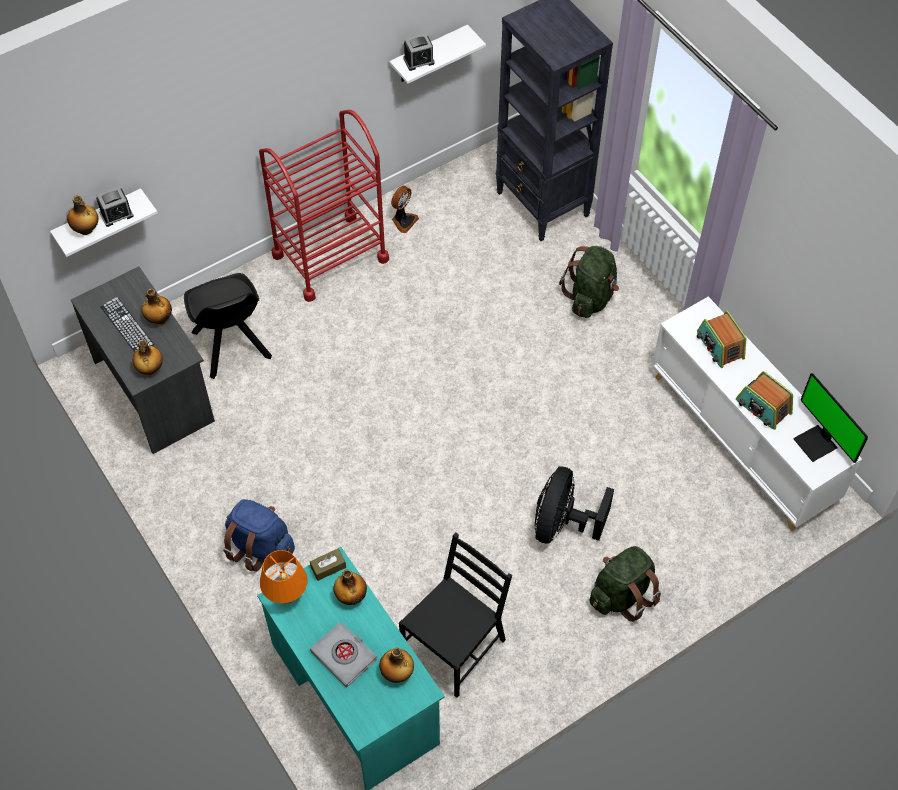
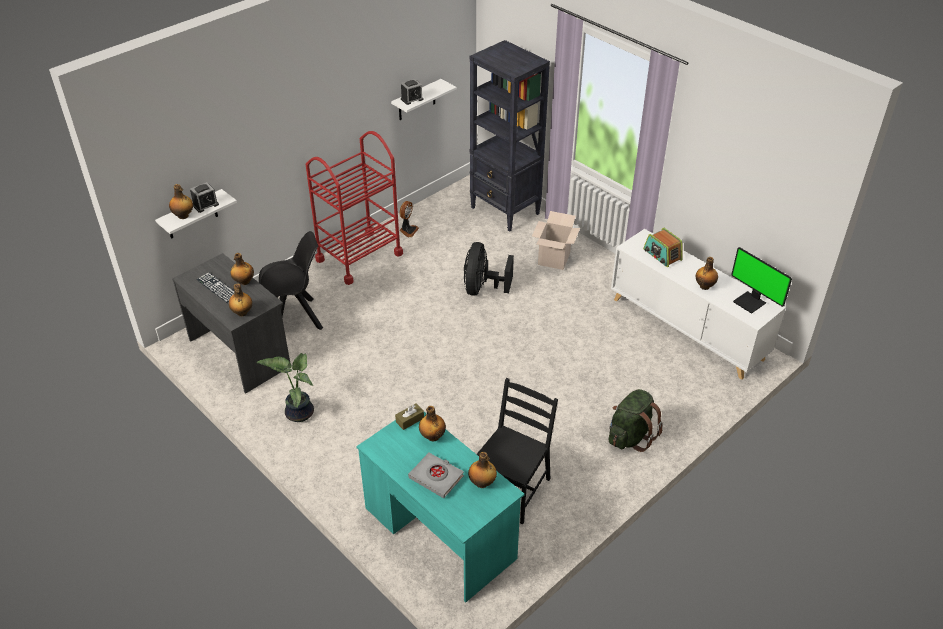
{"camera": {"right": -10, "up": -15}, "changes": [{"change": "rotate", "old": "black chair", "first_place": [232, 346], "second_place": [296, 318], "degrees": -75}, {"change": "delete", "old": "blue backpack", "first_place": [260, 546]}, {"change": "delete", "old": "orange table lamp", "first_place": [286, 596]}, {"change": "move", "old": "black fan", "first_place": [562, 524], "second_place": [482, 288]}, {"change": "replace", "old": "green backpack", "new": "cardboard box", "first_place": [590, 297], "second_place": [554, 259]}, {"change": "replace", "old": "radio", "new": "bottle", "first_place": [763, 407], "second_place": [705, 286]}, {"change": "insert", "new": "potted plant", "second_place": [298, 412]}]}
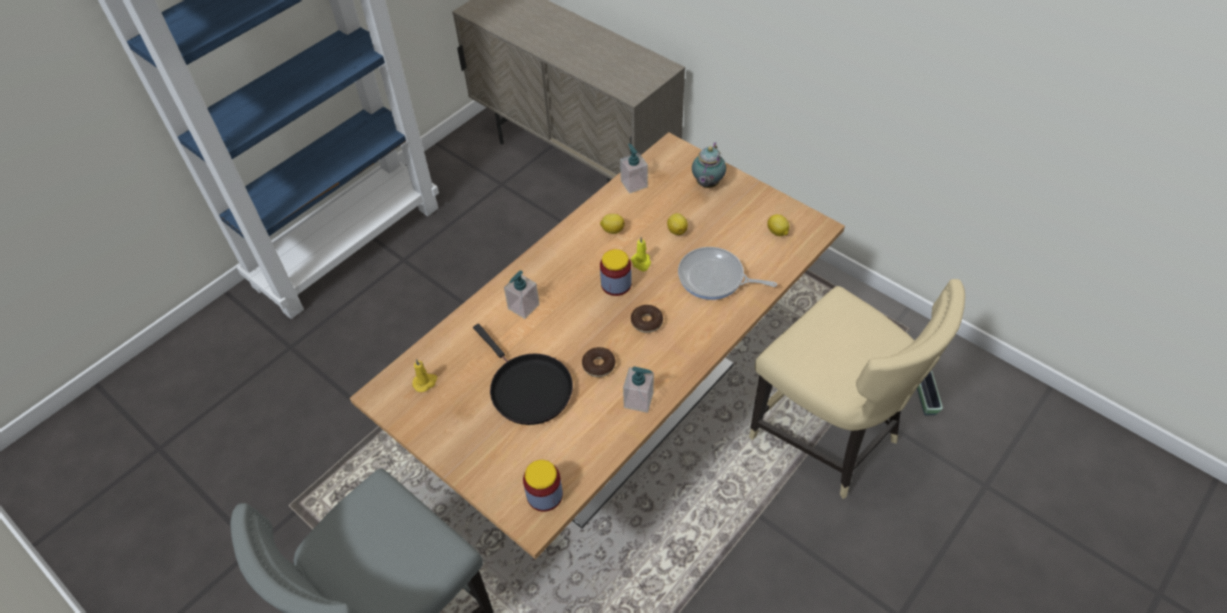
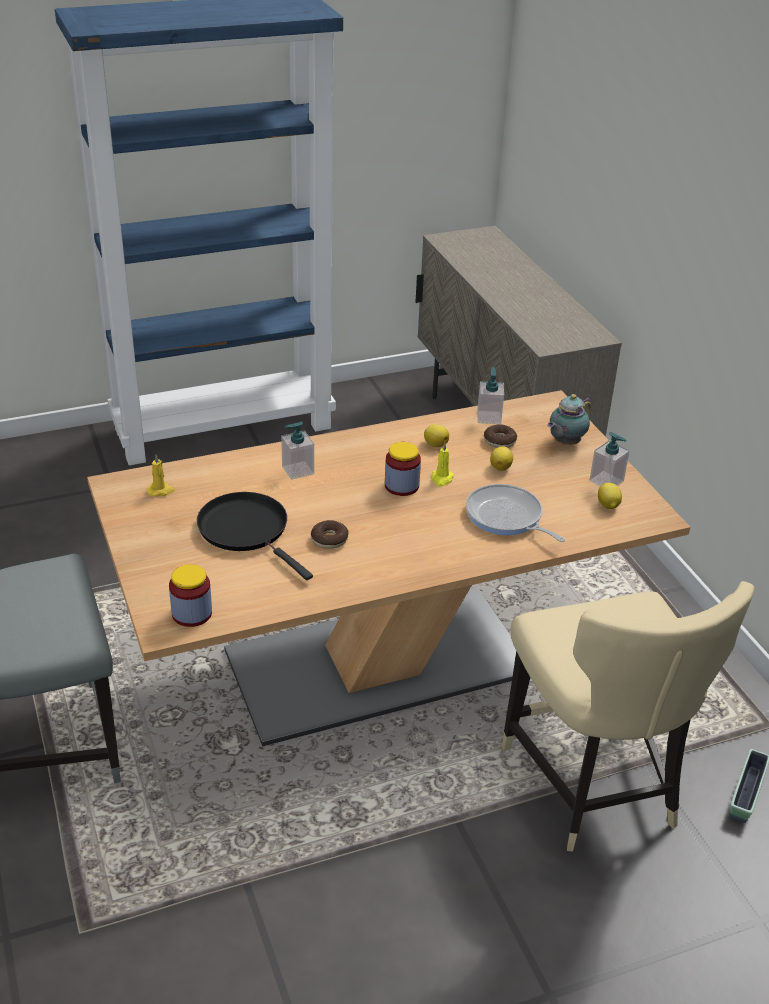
{"camera": {"right": 25, "up": -15}, "changes": [{"change": "rotate", "old": "black frying pan", "first_place": [527, 388], "second_place": [247, 530], "degrees": 150}, {"change": "move", "old": "soap dispenser", "first_place": [638, 400], "second_place": [606, 481]}, {"change": "move", "old": "donut", "first_place": [646, 322], "second_place": [499, 441]}]}
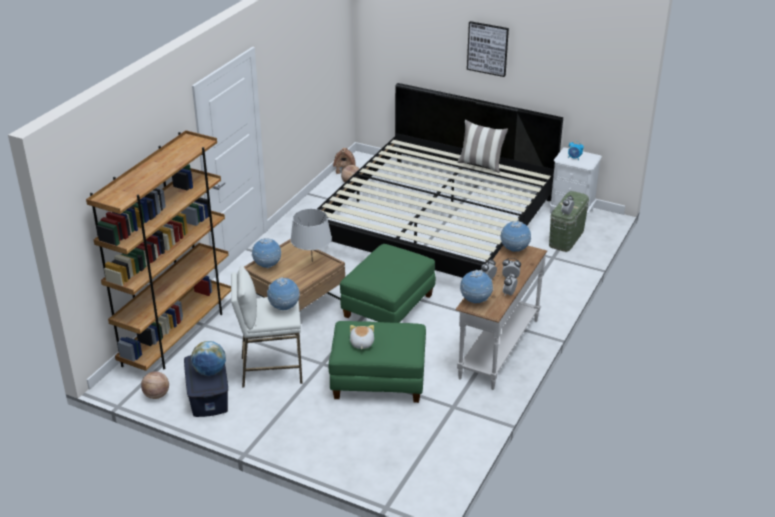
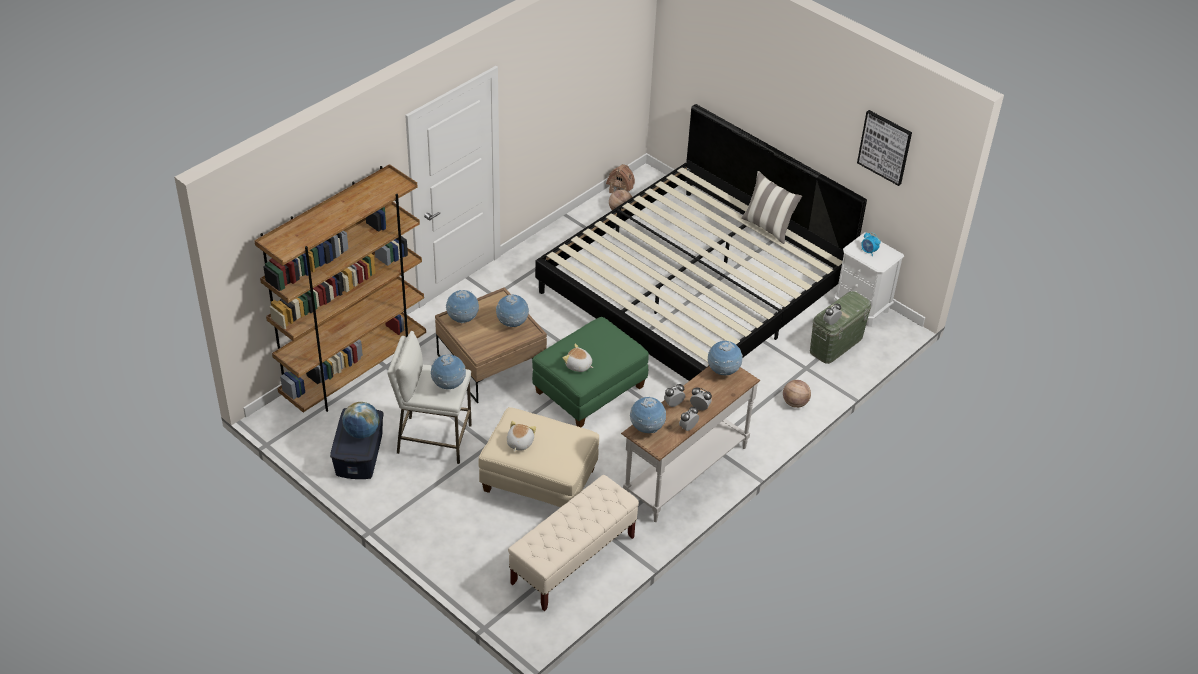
{"camera": {"right": 15, "up": 10}, "changes": [{"change": "move", "old": "basketball", "first_place": [156, 395], "second_place": [795, 403]}, {"change": "replace", "old": "grey table lamp", "new": "globe", "first_place": [312, 261], "second_place": [512, 324]}, {"change": "recolor", "old": "green ottoman", "new": "beige ottoman", "first_place": [378, 381], "second_place": [538, 481]}, {"change": "move", "old": "picture", "first_place": [488, 48], "second_place": [885, 147]}, {"change": "insert", "new": "beige bench", "second_place": [573, 560]}, {"change": "insert", "new": "plush toy", "second_place": [578, 366]}]}
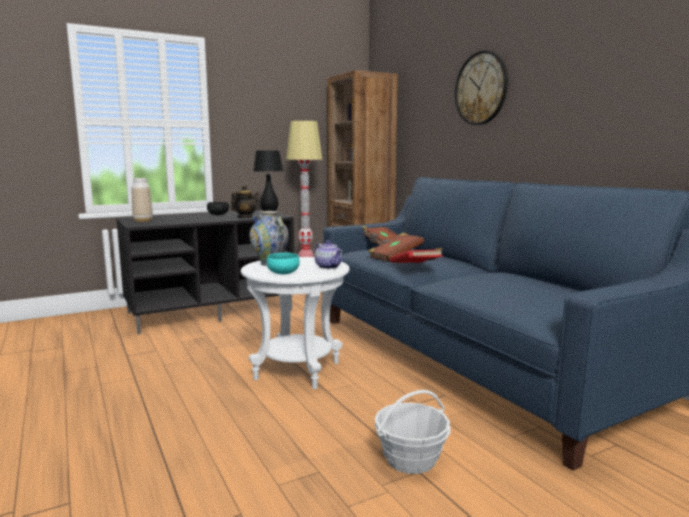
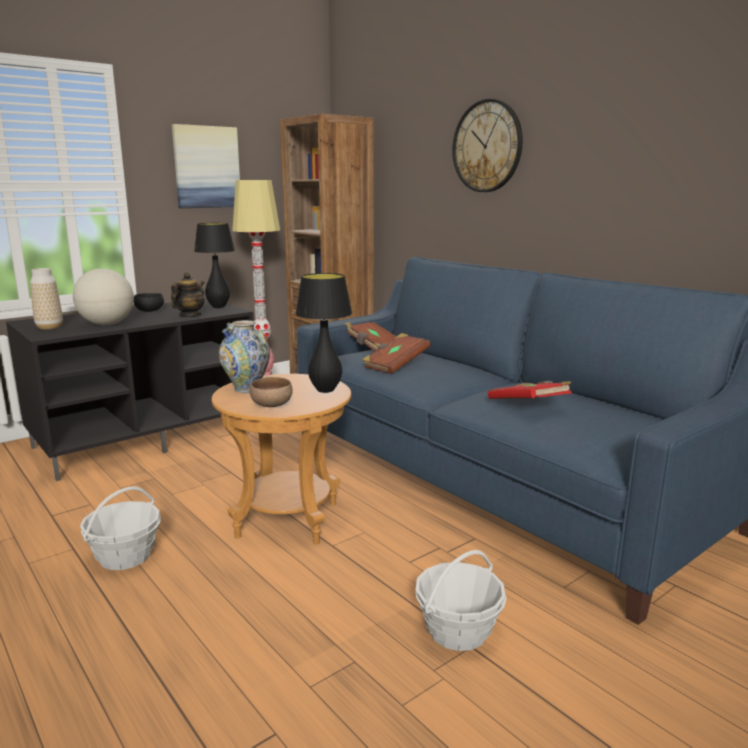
{"camera": {"right": -10, "up": 5}, "changes": [{"change": "recolor", "old": "white side table", "new": "brown side table", "first_place": [297, 370], "second_place": [287, 519]}, {"change": "recolor", "old": "turquoise bowl", "new": "brown bowl", "first_place": [283, 274], "second_place": [272, 406]}, {"change": "replace", "old": "teapot", "new": "black table lamp", "first_place": [329, 267], "second_place": [325, 390]}, {"change": "move", "old": "red book", "first_place": [416, 267], "second_place": [528, 406]}, {"change": "insert", "new": "globe", "second_place": [107, 324]}, {"change": "insert", "new": "basket", "second_place": [125, 556]}, {"change": "insert", "new": "picture", "second_place": [206, 167]}]}
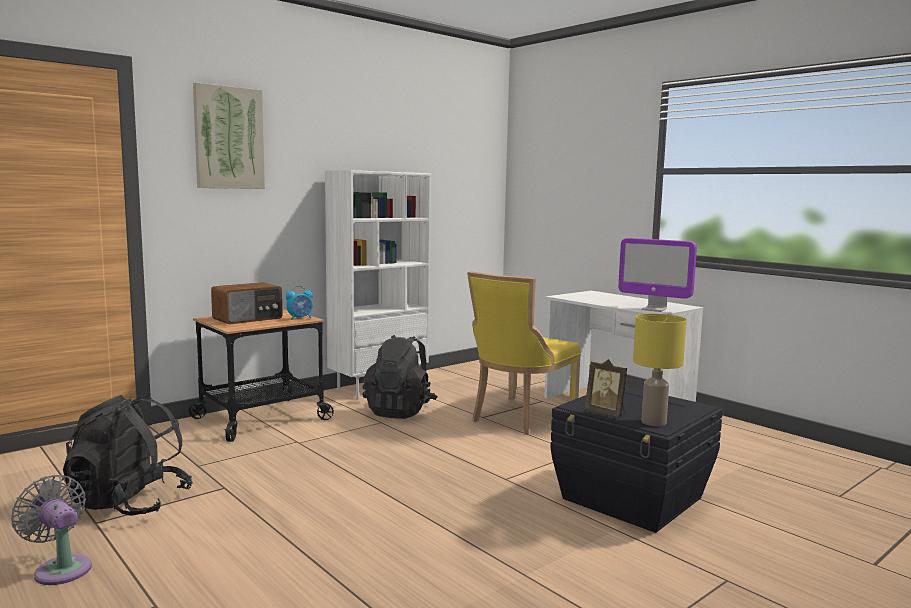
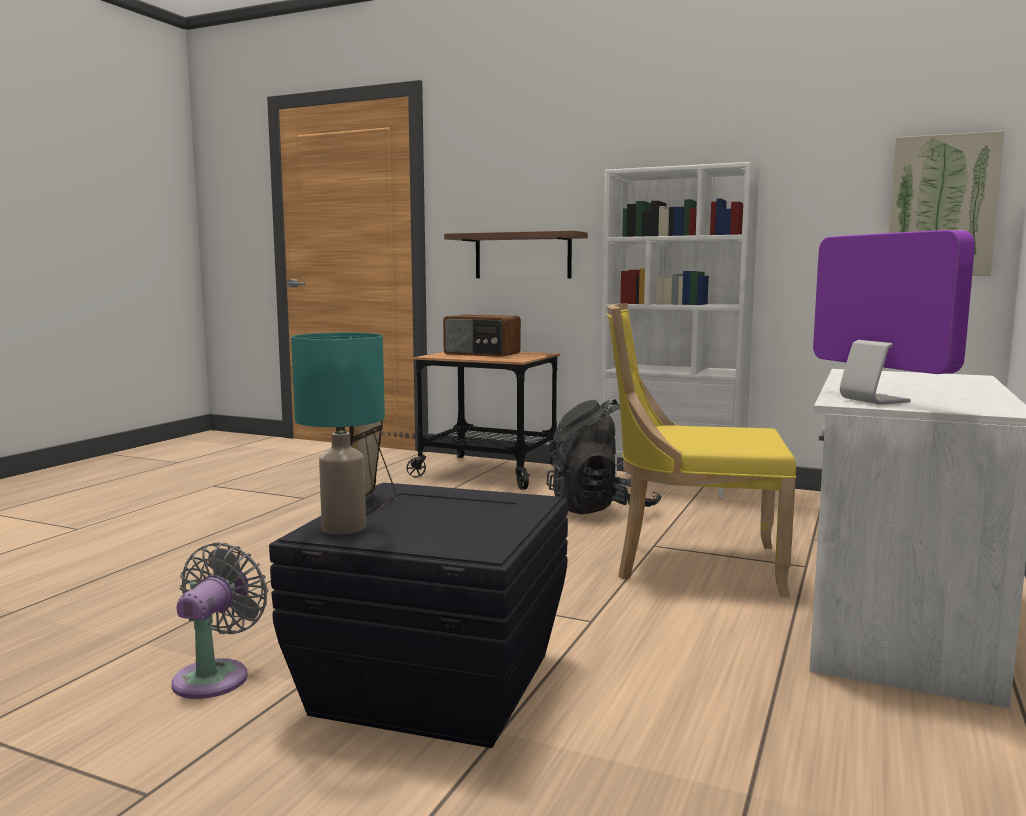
{"camera": {"right": 65, "up": 0}, "changes": [{"change": "move", "old": "grey fan", "first_place": [61, 568], "second_place": [215, 676]}, {"change": "delete", "old": "black backpack", "first_place": [129, 503]}, {"change": "move", "old": "picture", "first_place": [229, 138], "second_place": [942, 206]}, {"change": "delete", "old": "alarm clock", "first_place": [300, 318]}, {"change": "rotate", "old": "monitor", "first_place": [654, 309], "second_place": [874, 400], "degrees": 150}, {"change": "recolor", "old": "yellow table lamp", "new": "turquoise table lamp", "first_place": [654, 422], "second_place": [342, 528]}, {"change": "insert", "new": "shelf", "second_place": [522, 256]}]}
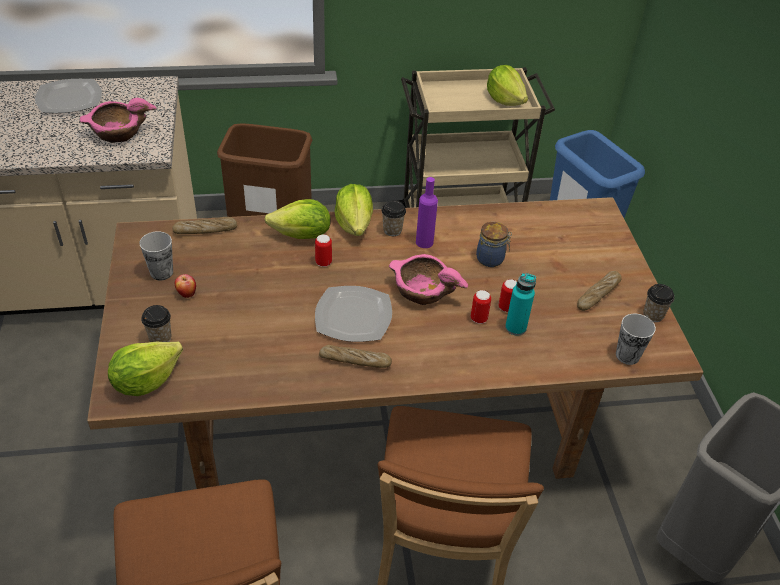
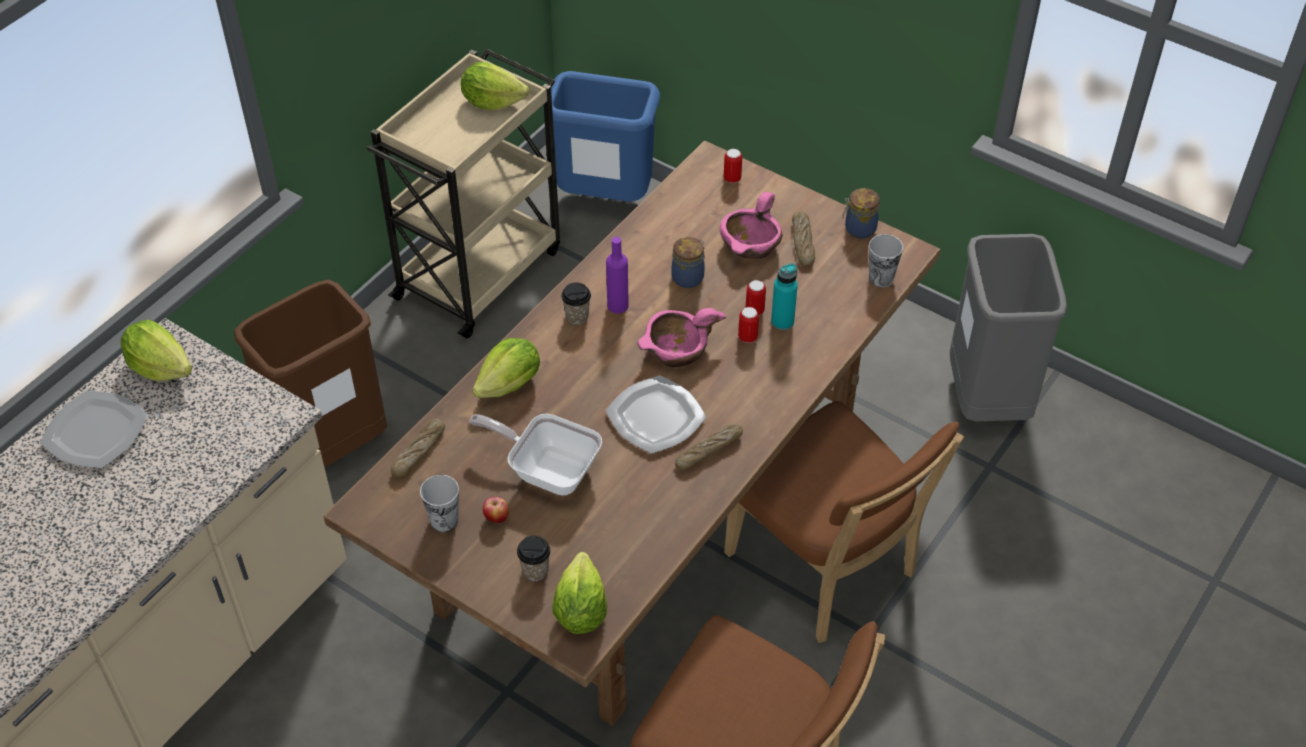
{"camera": {"right": -45, "up": 5}, "changes": [{"change": "move", "old": "pink bowl", "first_place": [118, 133], "second_place": [751, 245]}, {"change": "move", "old": "can", "first_place": [323, 262], "second_place": [732, 178]}, {"change": "move", "old": "lettuce", "first_place": [354, 224], "second_place": [160, 367]}, {"change": "replace", "old": "cup", "new": "jar", "first_place": [653, 315], "second_place": [858, 229]}, {"change": "insert", "new": "frying pan", "second_place": [547, 469]}]}
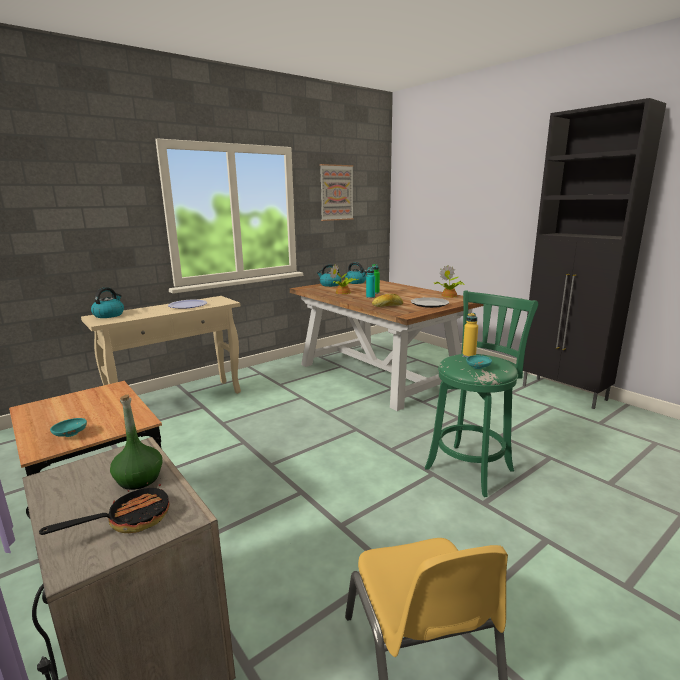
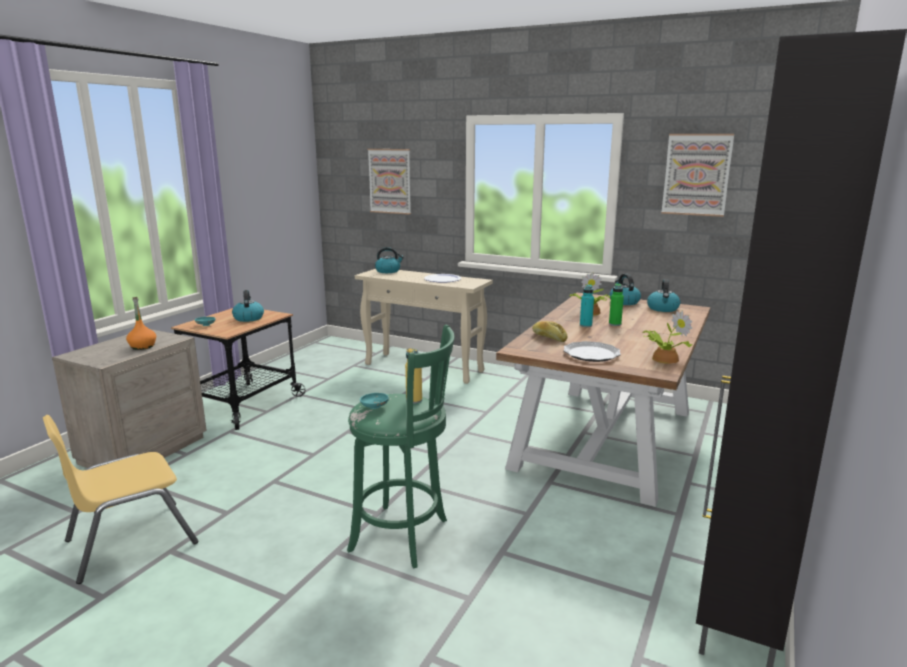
{"camera": {"right": 65, "up": 0}, "changes": [{"change": "delete", "old": "frying pan", "first_place": [129, 520]}, {"change": "recolor", "old": "green bottle", "new": "orange bottle", "first_place": [139, 479], "second_place": [142, 346]}, {"change": "insert", "new": "kettle", "second_place": [248, 318]}, {"change": "insert", "new": "picture", "second_place": [390, 181]}]}
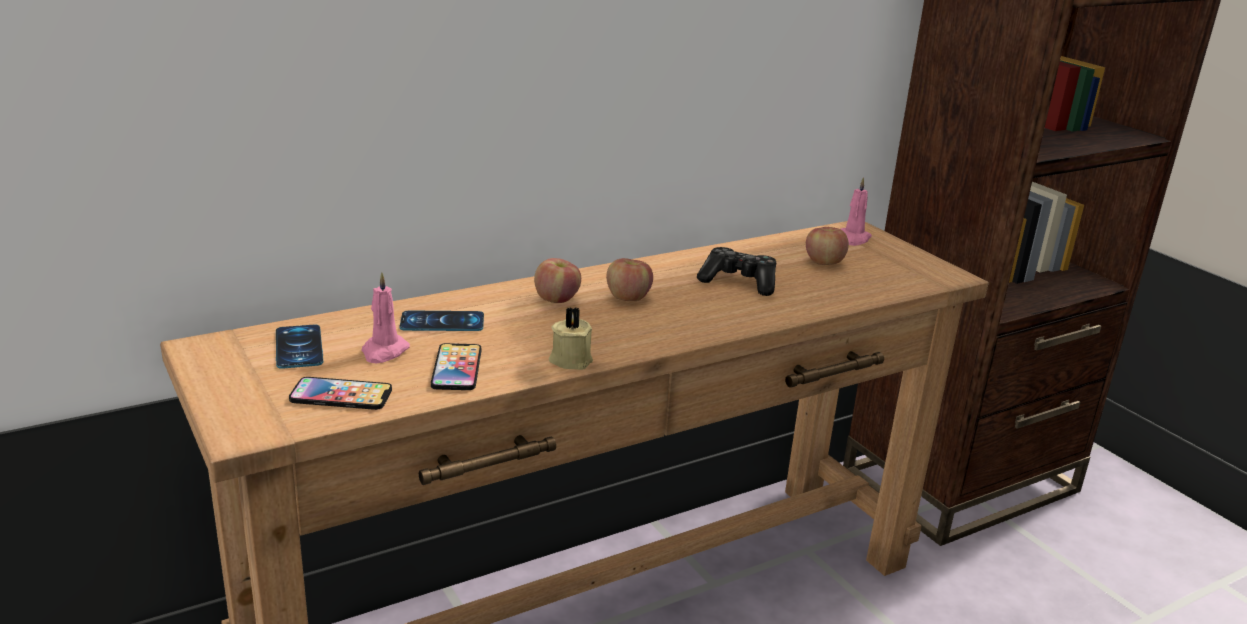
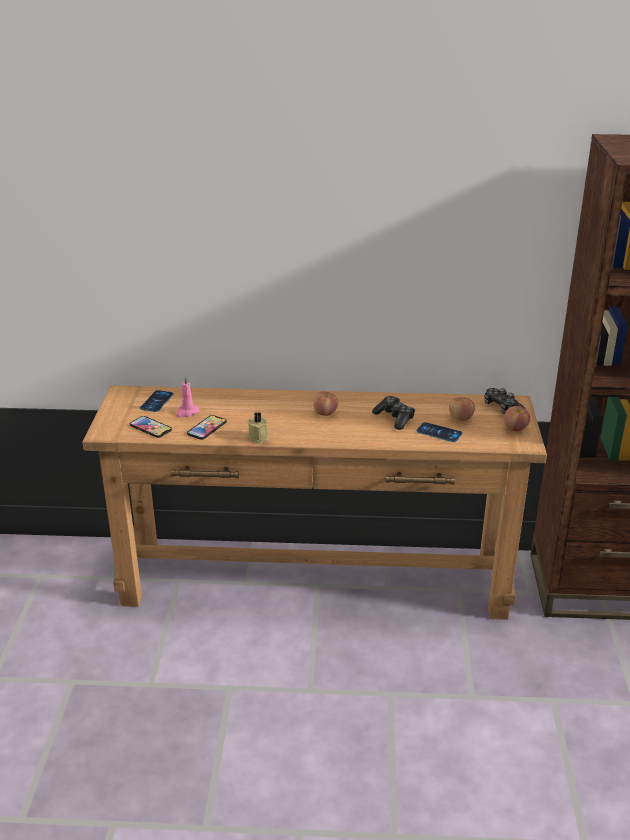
{"camera": {"right": 35, "up": 5}, "changes": [{"change": "move", "old": "phone", "first_place": [442, 322], "second_place": [439, 432]}, {"change": "move", "old": "apple", "first_place": [556, 299], "second_place": [515, 428]}, {"change": "replace", "old": "pink candle", "new": "game controller", "first_place": [853, 239], "second_place": [502, 408]}]}
